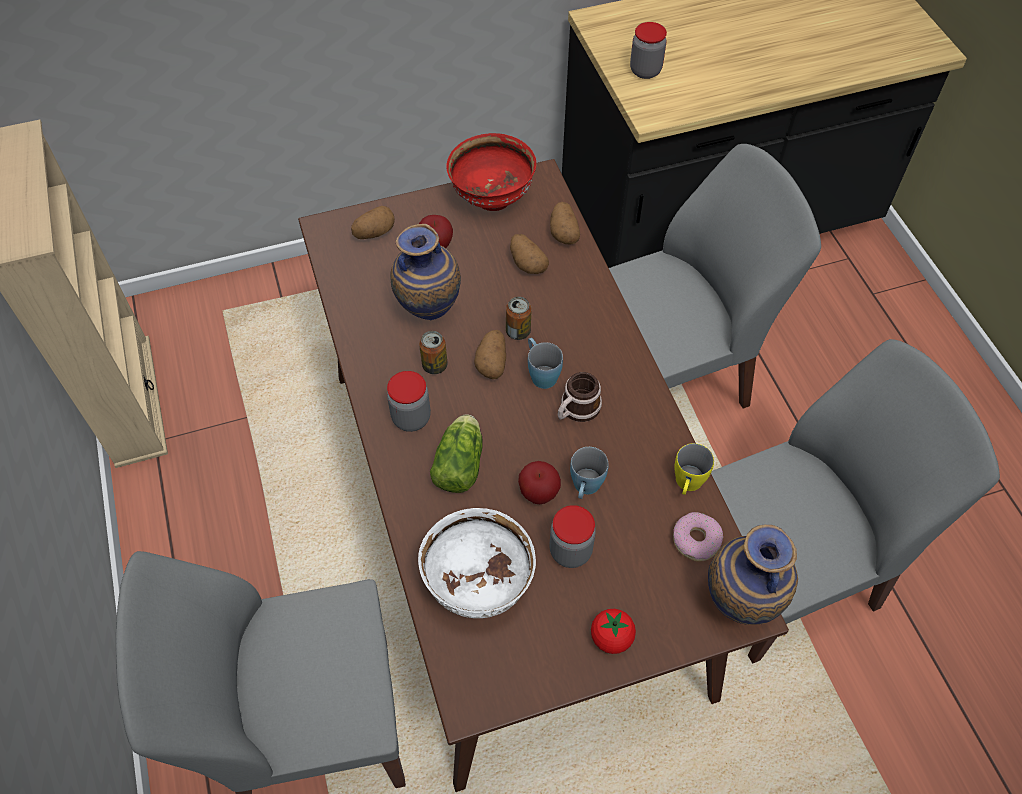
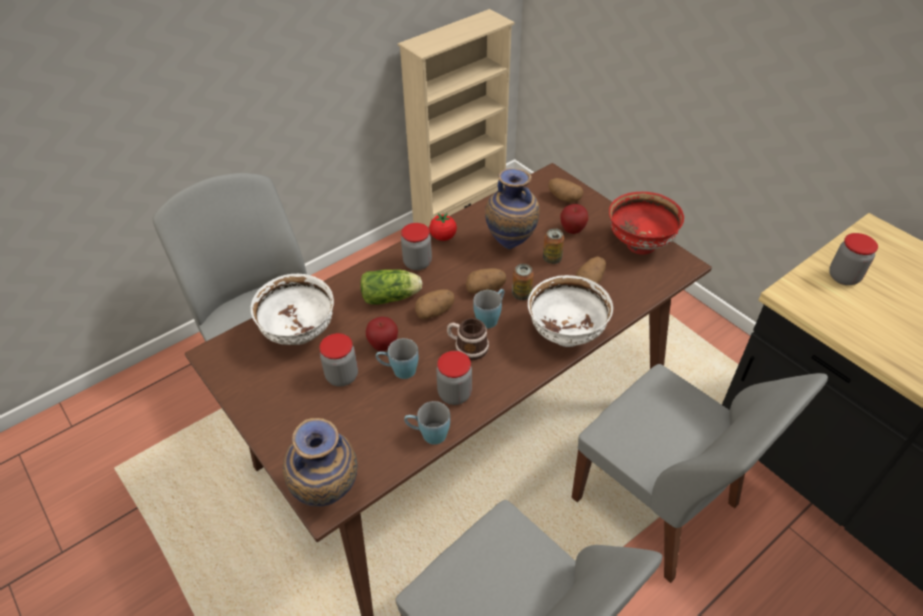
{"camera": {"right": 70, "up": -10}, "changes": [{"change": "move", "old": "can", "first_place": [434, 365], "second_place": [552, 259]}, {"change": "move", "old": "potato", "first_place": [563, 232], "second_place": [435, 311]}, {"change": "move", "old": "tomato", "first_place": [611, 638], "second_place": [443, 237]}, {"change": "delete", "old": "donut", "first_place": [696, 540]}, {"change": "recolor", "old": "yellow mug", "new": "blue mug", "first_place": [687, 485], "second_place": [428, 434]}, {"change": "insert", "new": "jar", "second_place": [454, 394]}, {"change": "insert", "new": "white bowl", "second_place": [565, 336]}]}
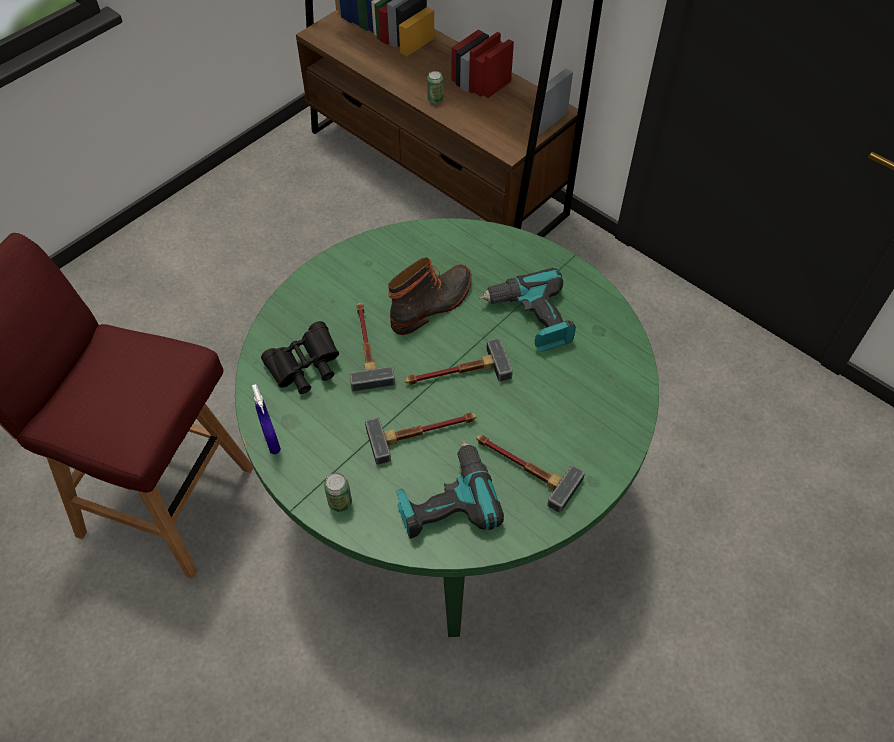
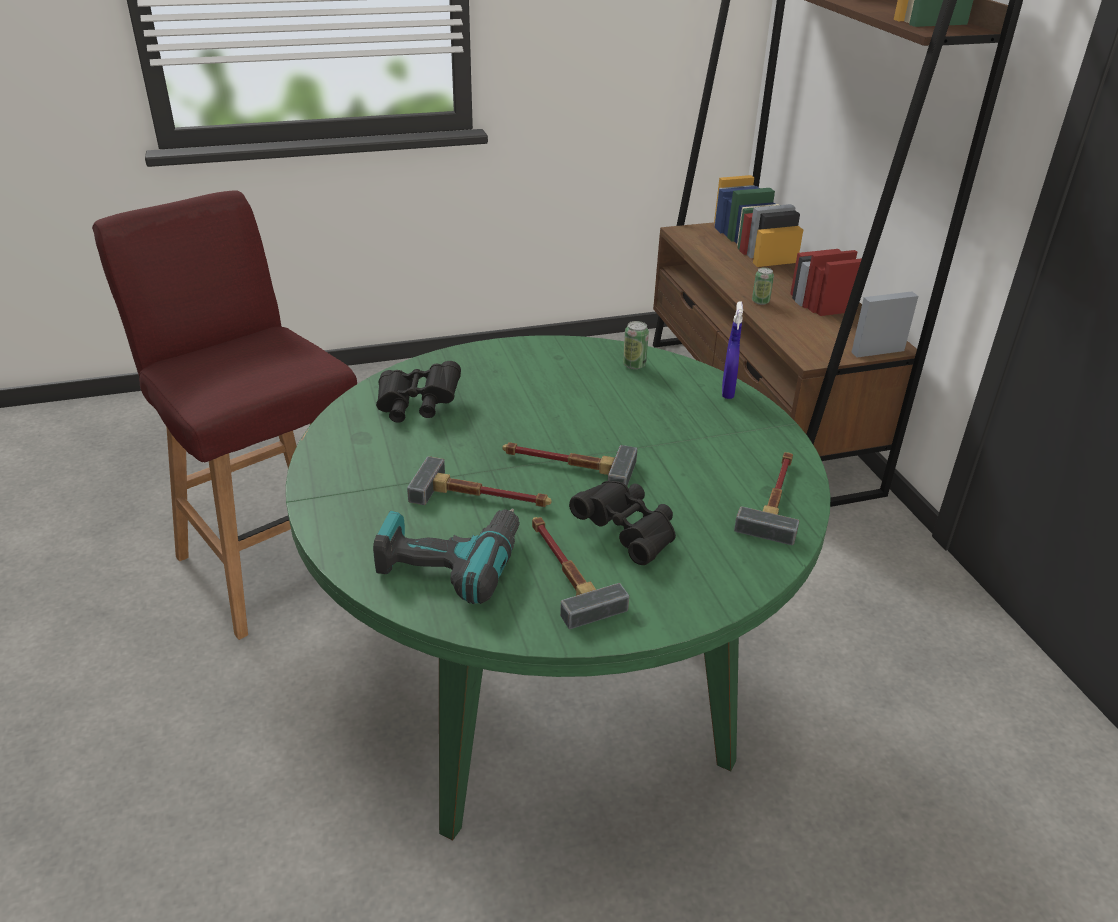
{"camera": {"right": 30, "up": -20}, "changes": [{"change": "move", "old": "blue spray bottle", "first_place": [272, 441], "second_place": [727, 391]}, {"change": "move", "old": "can", "first_place": [340, 502], "second_place": [634, 365]}, {"change": "move", "old": "hammer", "first_place": [366, 347], "second_place": [775, 498]}, {"change": "delete", "old": "boot", "first_place": [433, 305]}, {"change": "delete", "old": "power drill", "first_place": [531, 318]}, {"change": "insert", "new": "black binoculars", "second_place": [628, 533]}]}
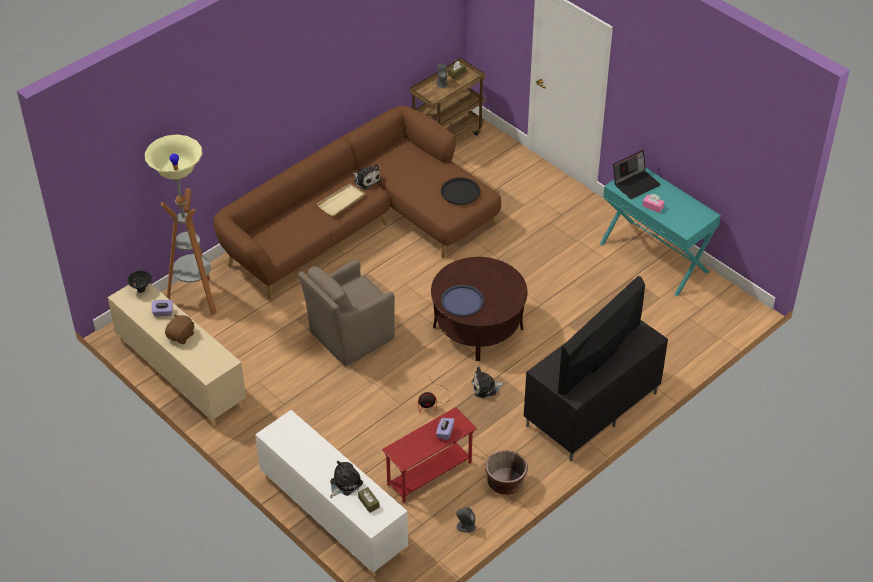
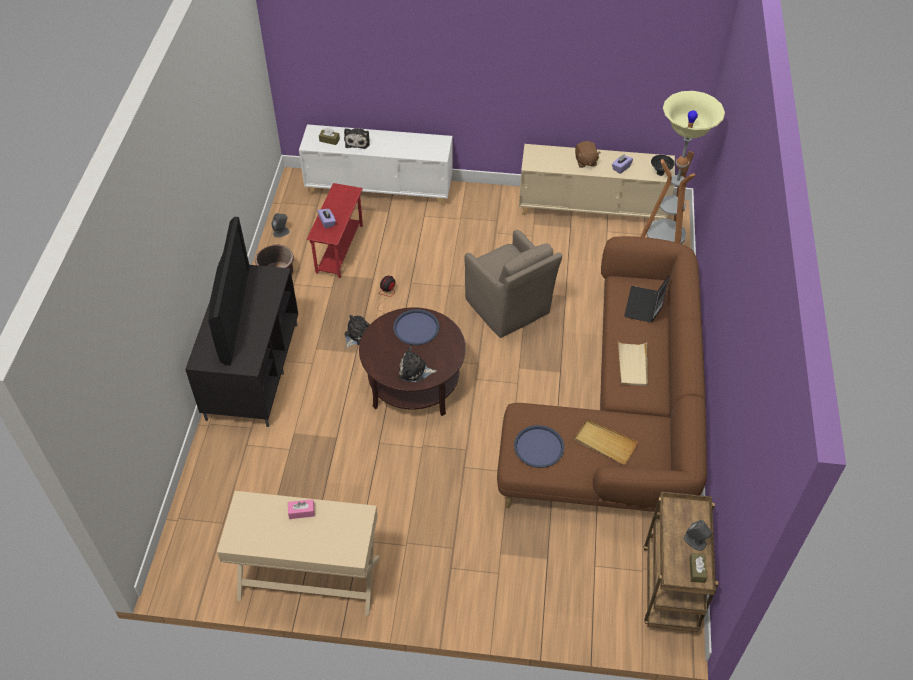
{"camera": {"right": 140, "up": 5}, "changes": [{"change": "rotate", "old": "brown armchair", "first_place": [349, 336], "second_place": [508, 308], "degrees": 135}, {"change": "move", "old": "plush toy", "first_place": [366, 180], "second_place": [414, 371]}, {"change": "recolor", "old": "black tray", "new": "blue tray", "first_place": [460, 192], "second_place": [538, 447]}, {"change": "recolor", "old": "turquoise console table", "new": "beige console table", "first_place": [654, 257], "second_place": [309, 578]}, {"change": "move", "old": "laptop", "first_place": [636, 183], "second_place": [645, 306]}, {"change": "insert", "new": "beige tray", "second_place": [604, 443]}]}
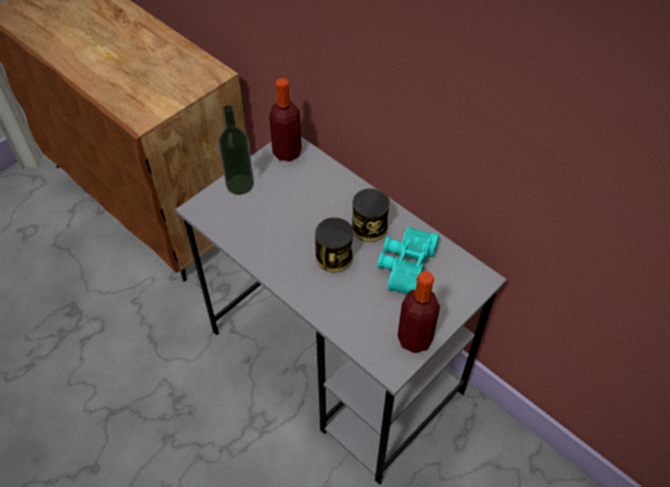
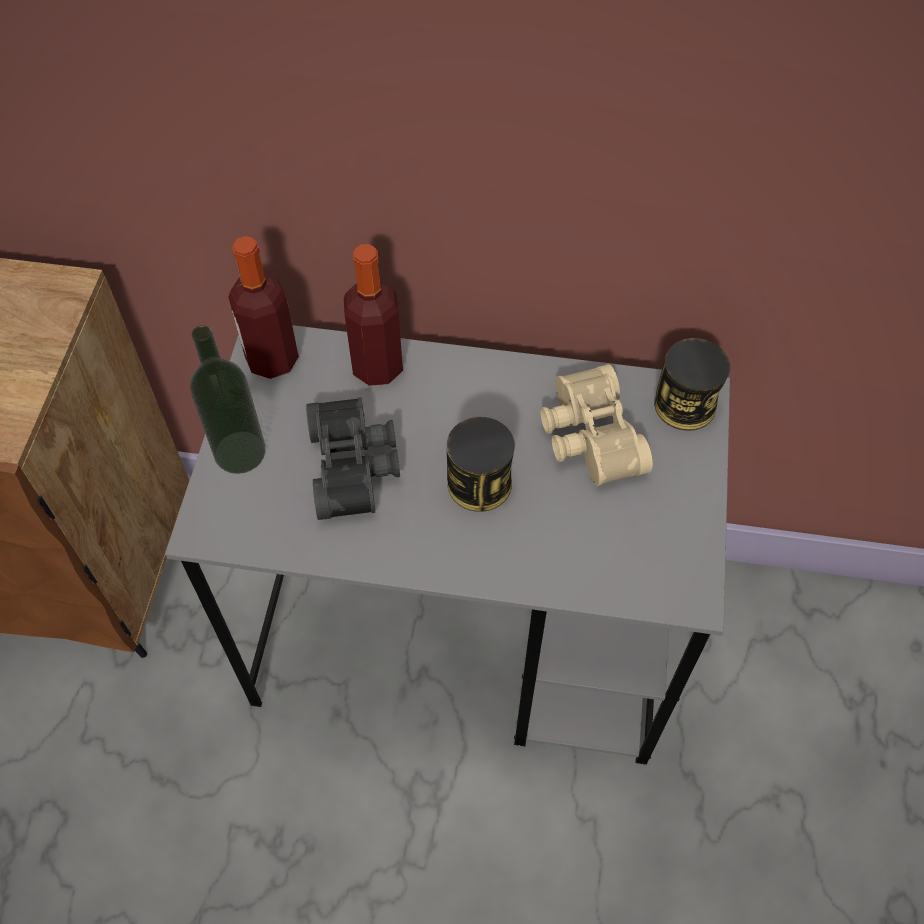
{"camera": {"right": -35, "up": 5}, "changes": [{"change": "move", "old": "can", "first_place": [369, 227], "second_place": [684, 404]}, {"change": "recolor", "old": "turquoise binoculars", "new": "beige binoculars", "first_place": [405, 266], "second_place": [587, 437]}, {"change": "move", "old": "bottle", "first_place": [415, 339], "second_place": [377, 367]}, {"change": "insert", "new": "black binoculars", "second_place": [356, 466]}]}
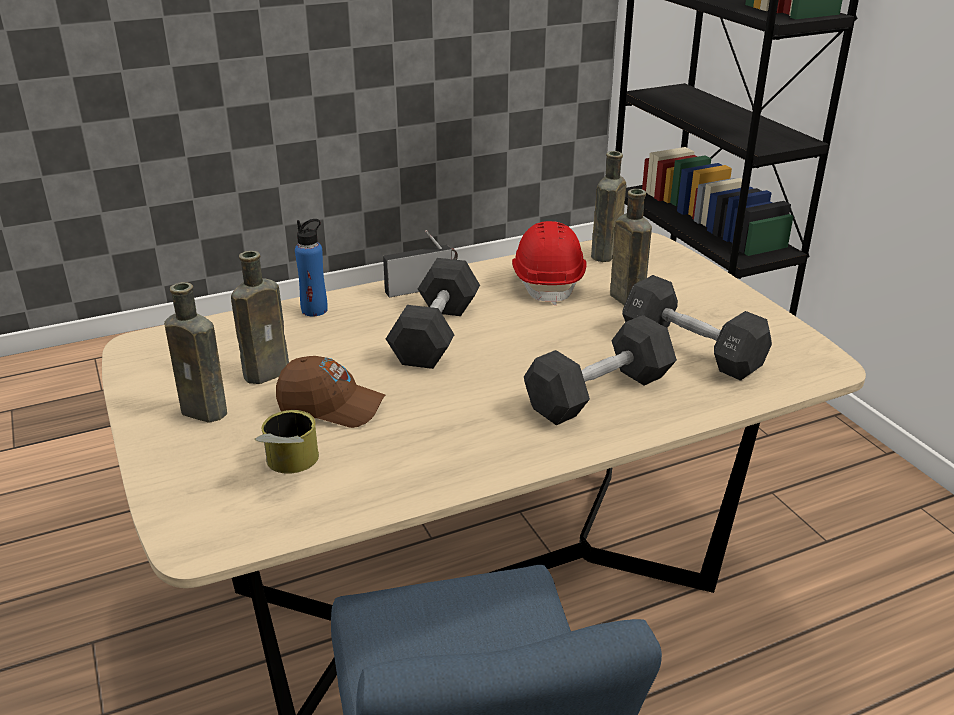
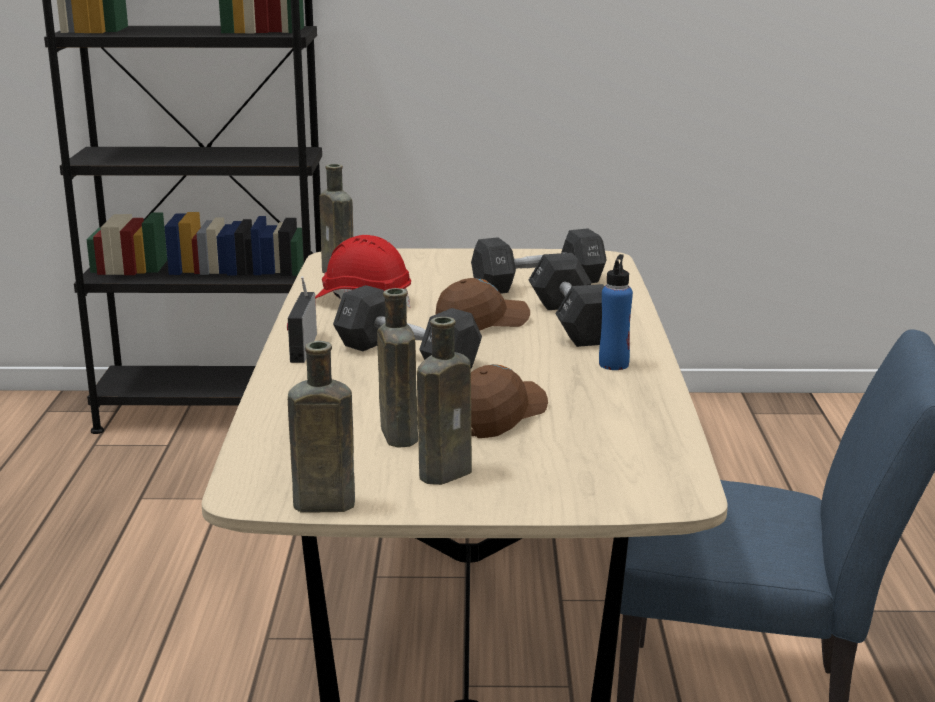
{"camera": {"right": -65, "up": -10}, "changes": [{"change": "delete", "old": "can", "first_place": [289, 467]}, {"change": "move", "old": "blue bottle", "first_place": [314, 310], "second_place": [614, 364]}, {"change": "move", "old": "brown bottle", "first_place": [625, 297], "second_place": [319, 504]}, {"change": "insert", "new": "brown cap", "second_place": [482, 323]}]}
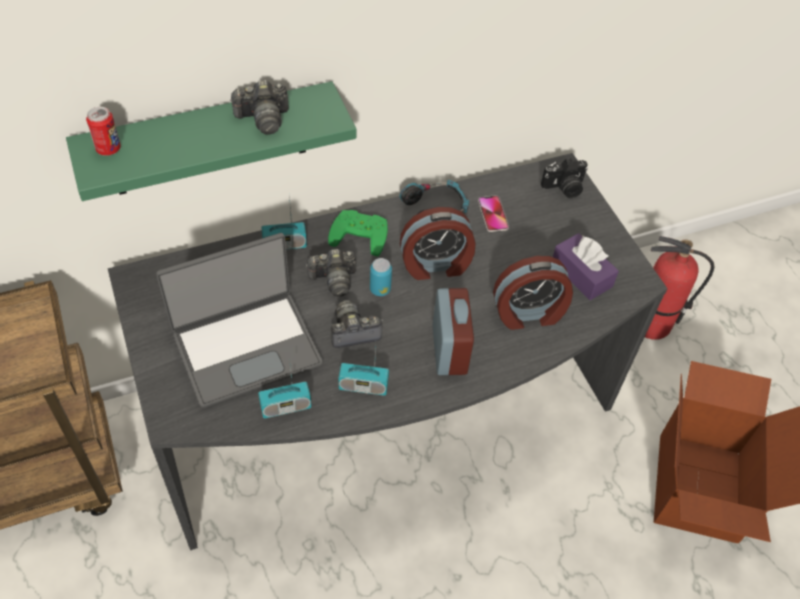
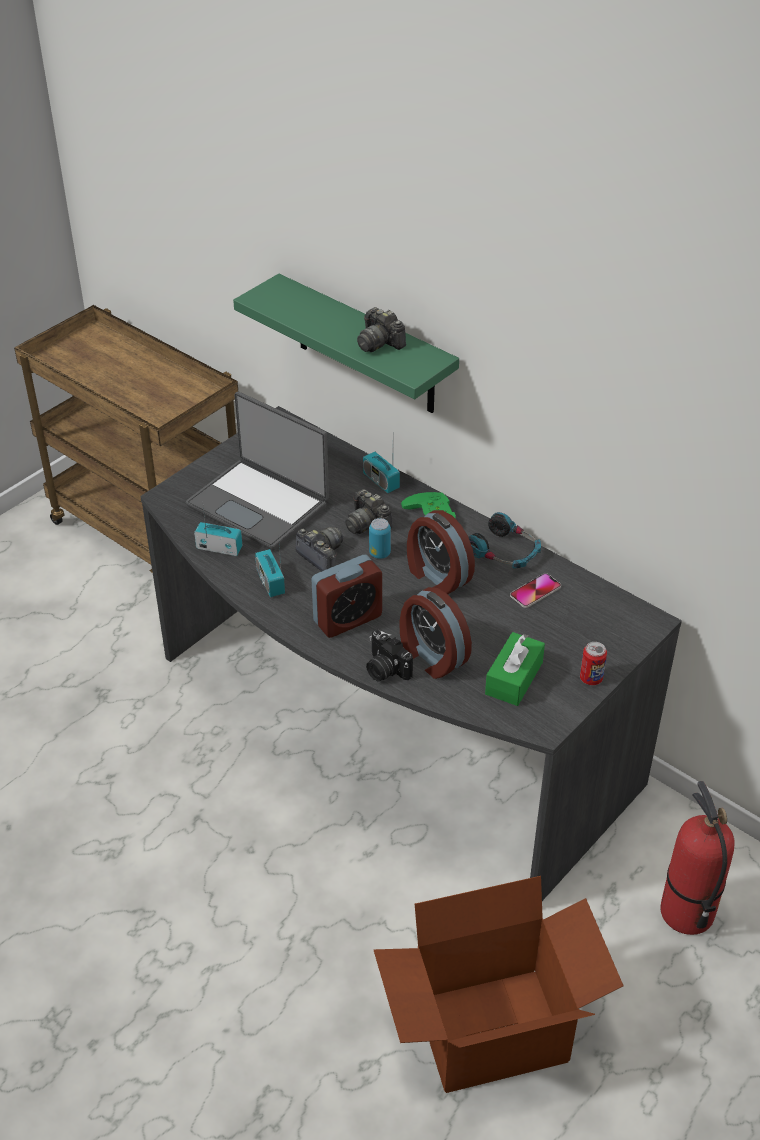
{"camera": {"right": 65, "up": -10}, "changes": [{"change": "move", "old": "can", "first_place": [108, 149], "second_place": [591, 678]}, {"change": "rotate", "old": "radio", "first_place": [285, 407], "second_place": [219, 548], "degrees": 150}, {"change": "move", "old": "photo camera", "first_place": [564, 188], "second_place": [385, 669]}, {"change": "recolor", "old": "purple tissue box", "new": "green tissue box", "first_place": [581, 274], "second_place": [514, 678]}]}
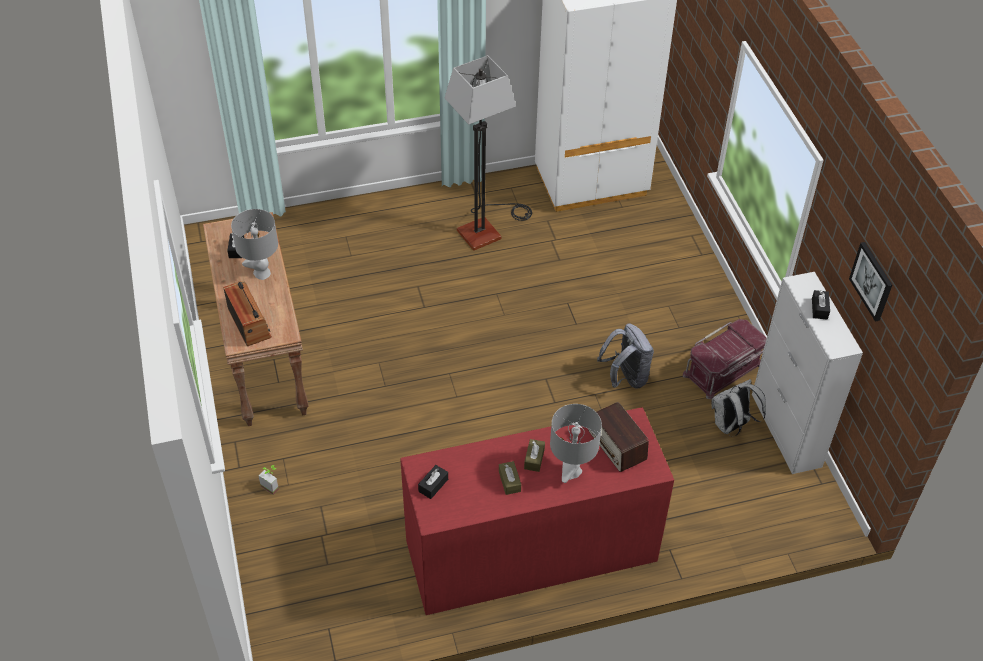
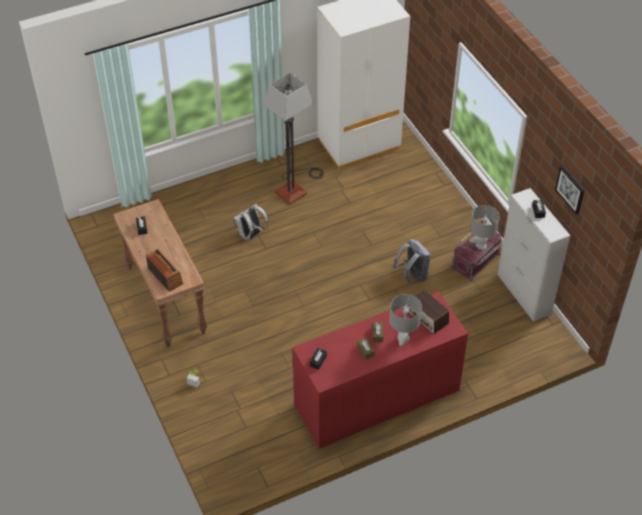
{"camera": {"right": -10, "up": 0}, "changes": [{"change": "move", "old": "grey table lamp", "first_place": [261, 273], "second_place": [481, 245]}, {"change": "move", "old": "white backpack", "first_place": [731, 426], "second_place": [251, 235]}]}
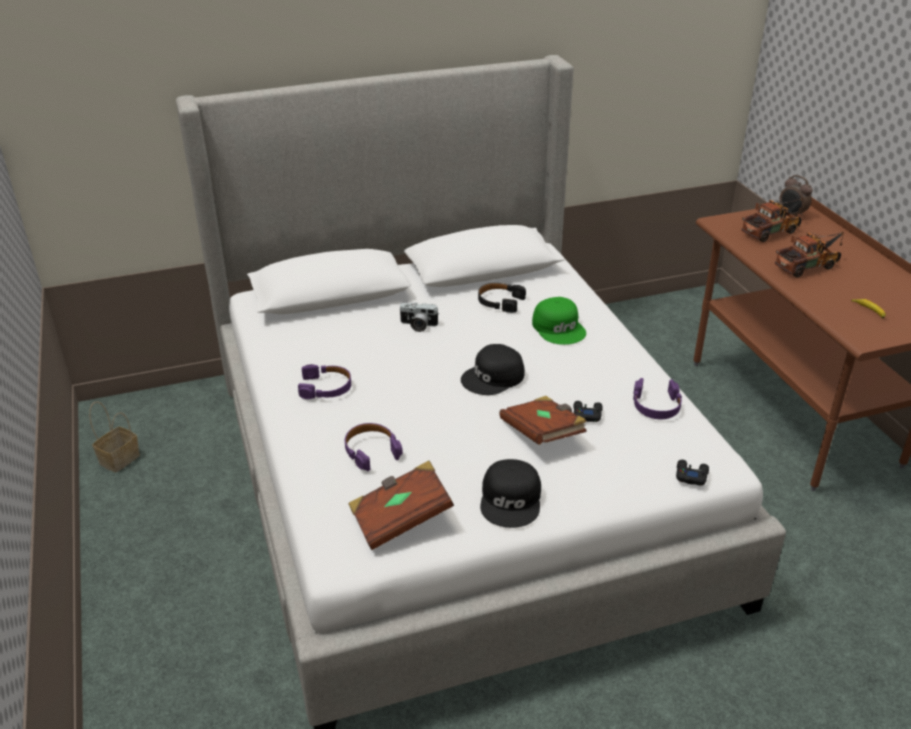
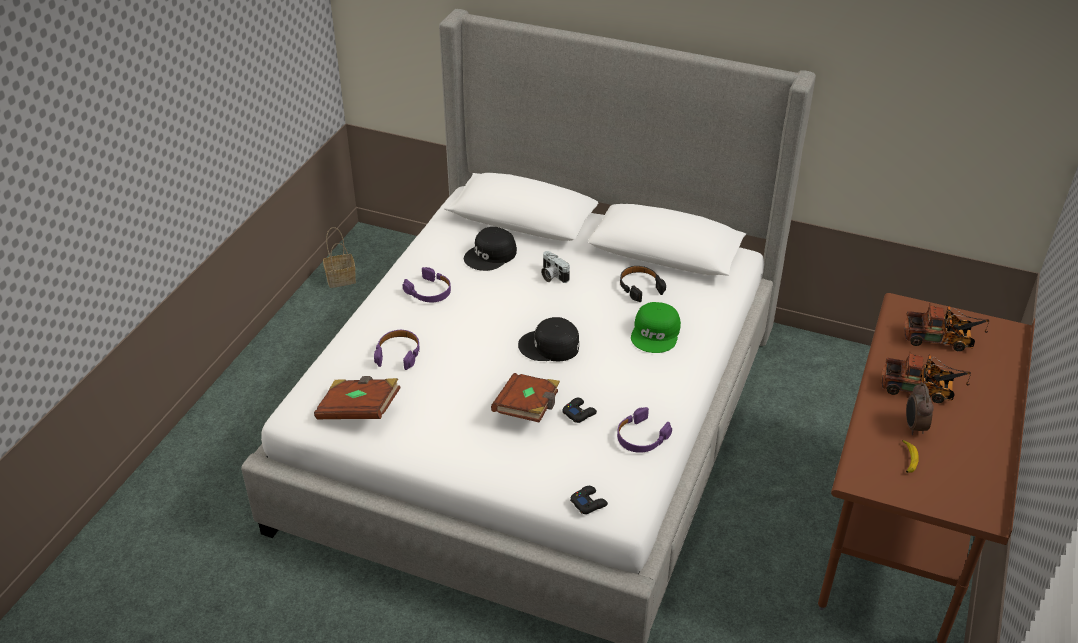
{"camera": {"right": 40, "up": 5}, "changes": [{"change": "move", "old": "black cap", "first_place": [512, 500], "second_place": [491, 255]}, {"change": "move", "old": "alarm clock", "first_place": [791, 215], "second_place": [914, 427]}]}
